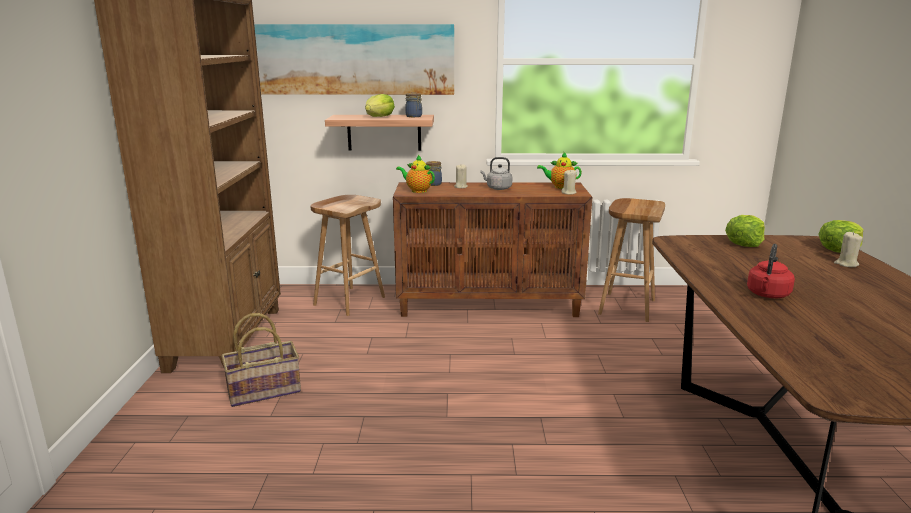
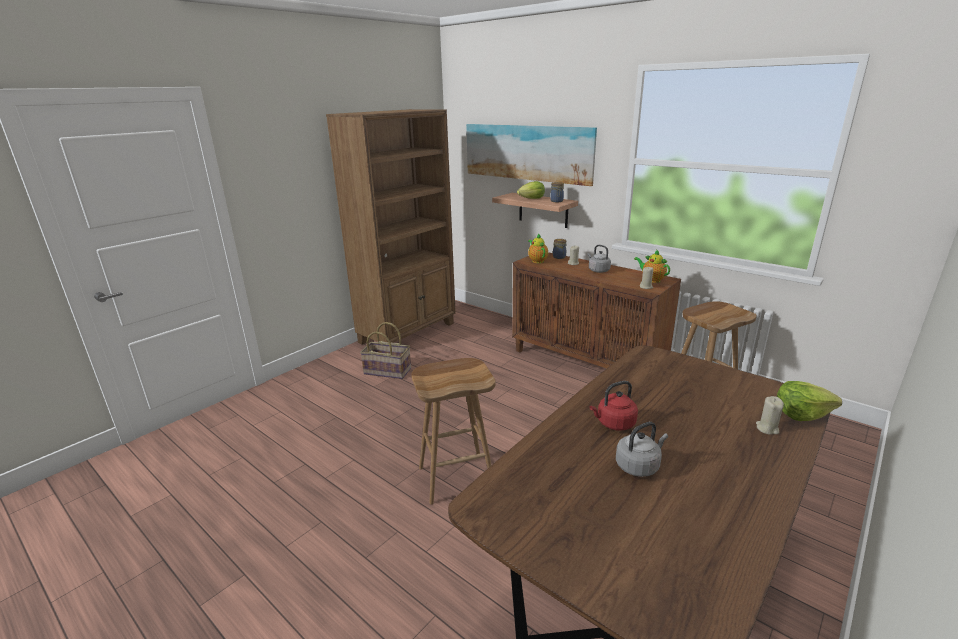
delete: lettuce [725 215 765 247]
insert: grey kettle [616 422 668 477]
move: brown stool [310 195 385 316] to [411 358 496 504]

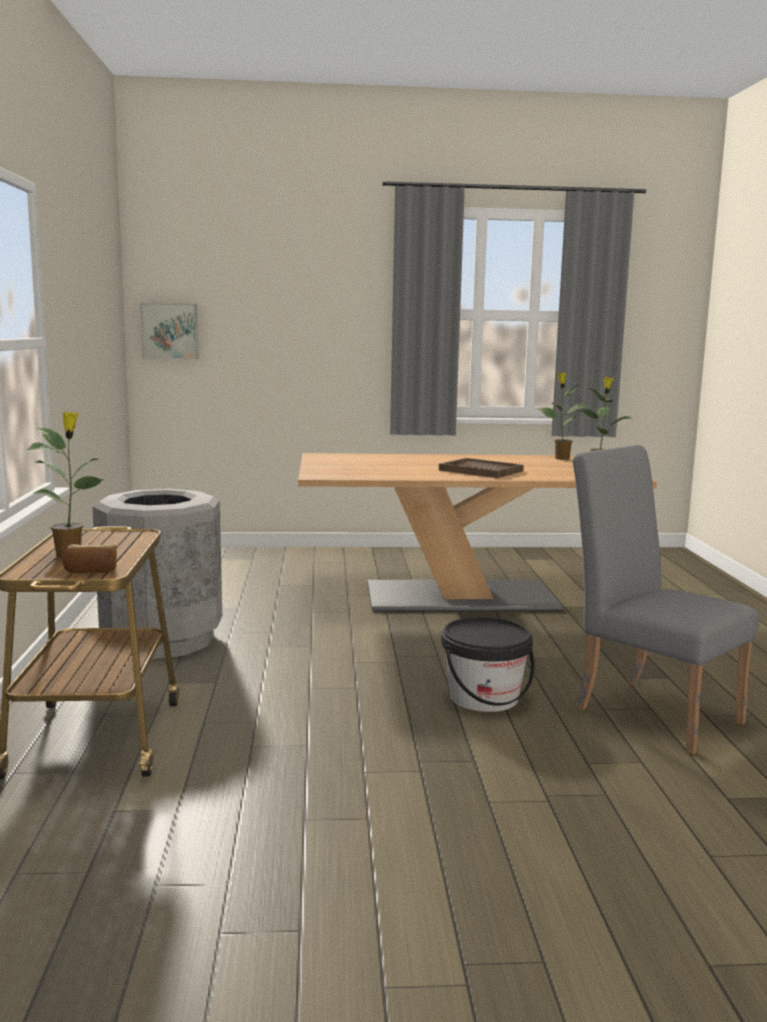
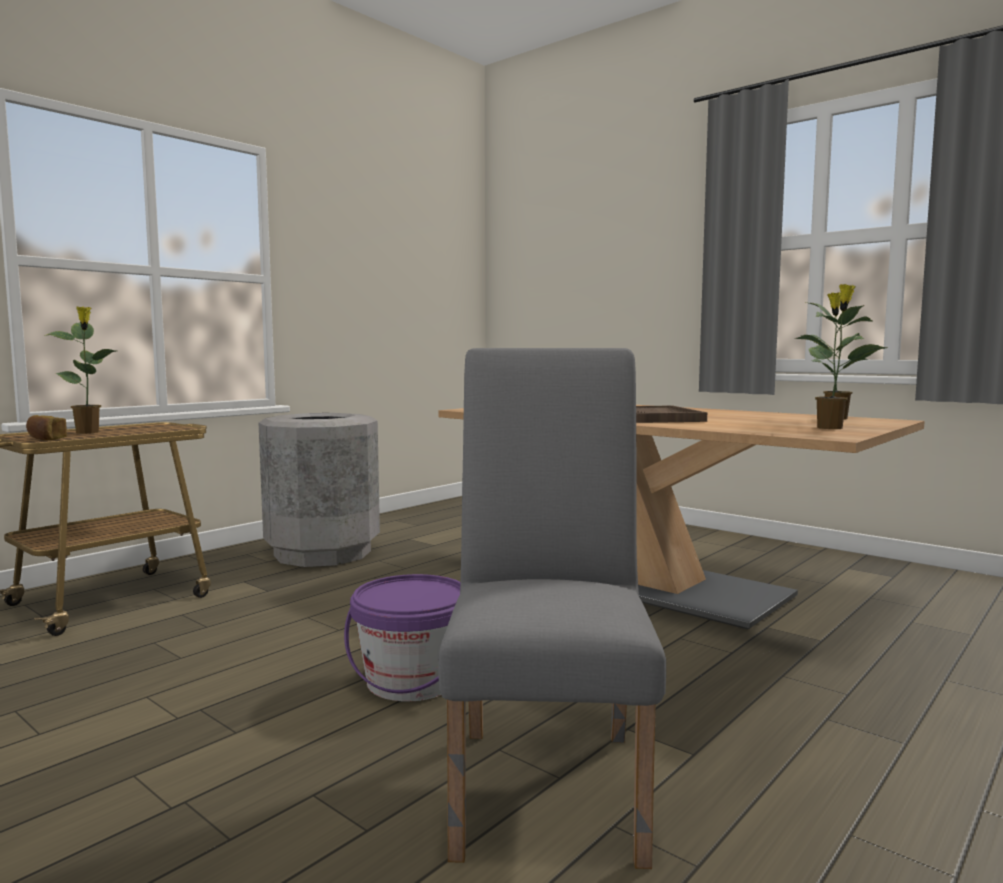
delete: picture [140 303 199 359]
recolor: black bucket [441 617 535 712] to purple bucket [344 574 460 702]

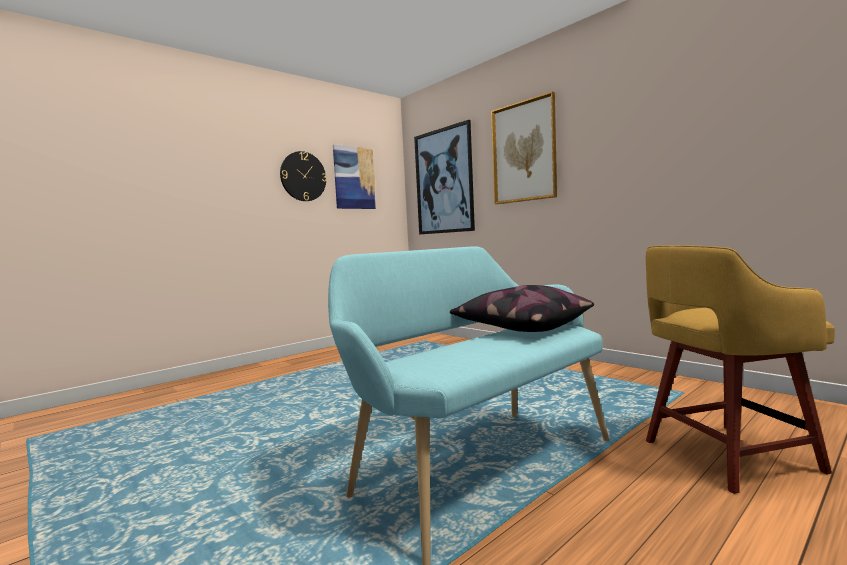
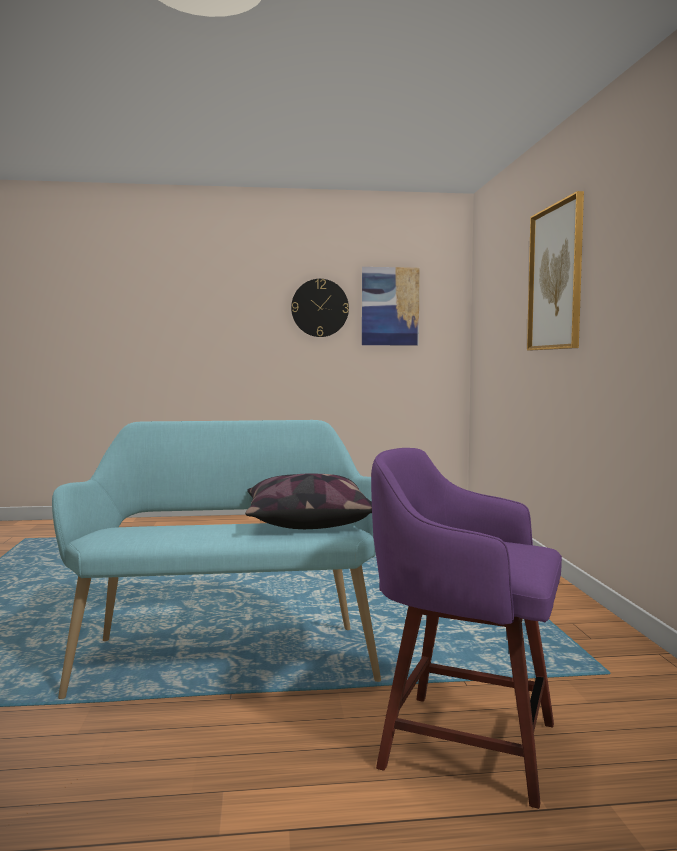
delete: picture [414 120 475 234]
recolor: yellow stool [646 245 835 494] to purple stool [371 448 562 809]

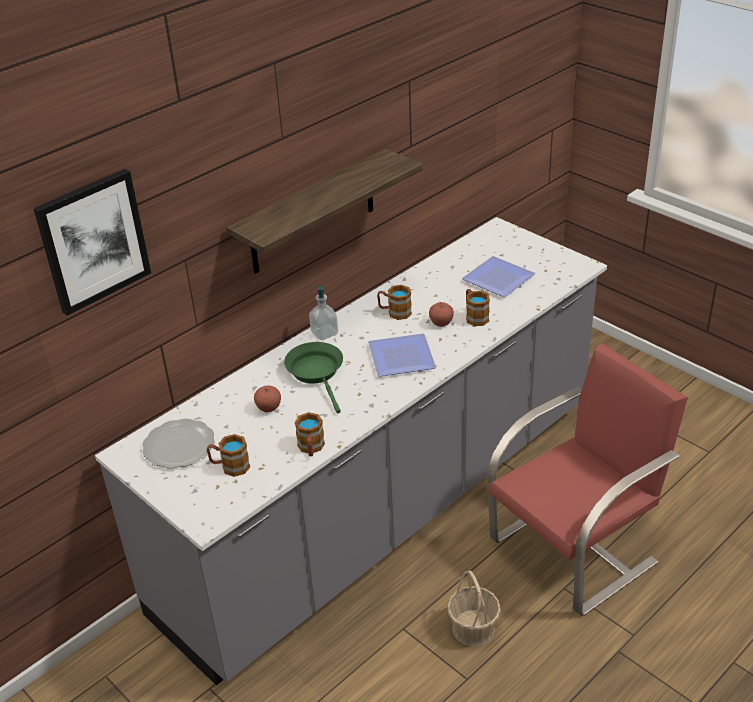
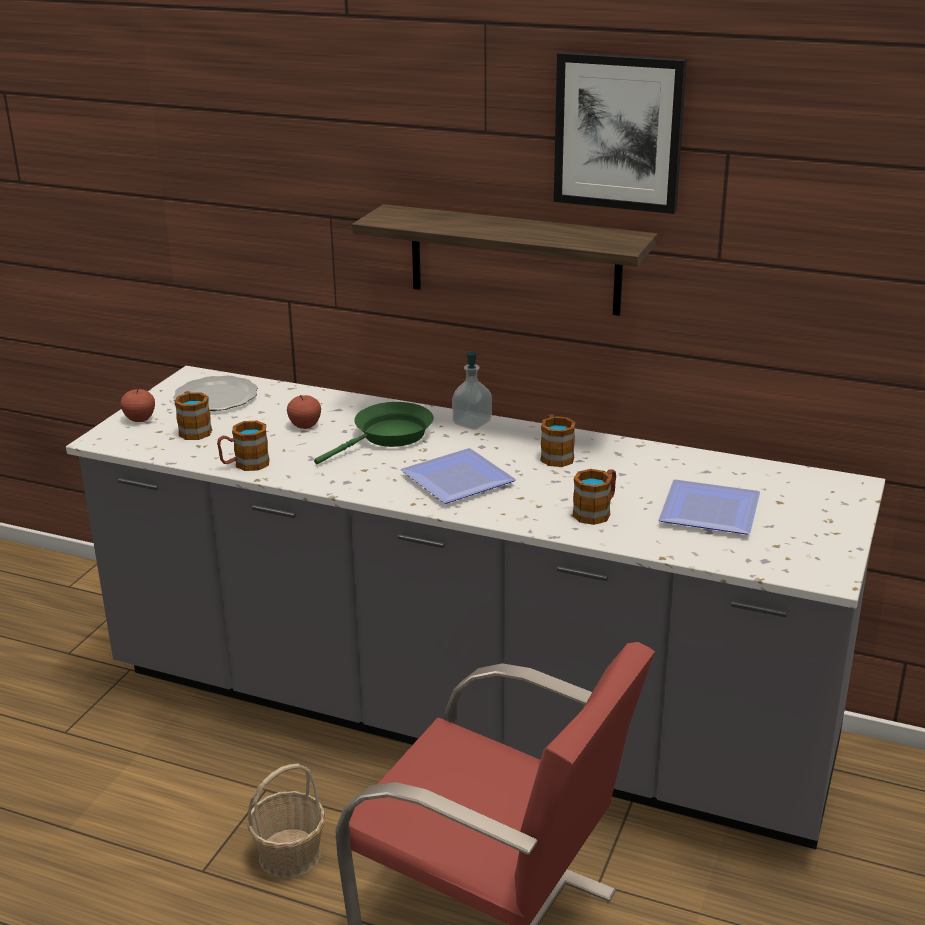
move: picture [33 169 151 316] to [554 52 687 214]; apple [429 302 454 327] to [121 387 155 422]

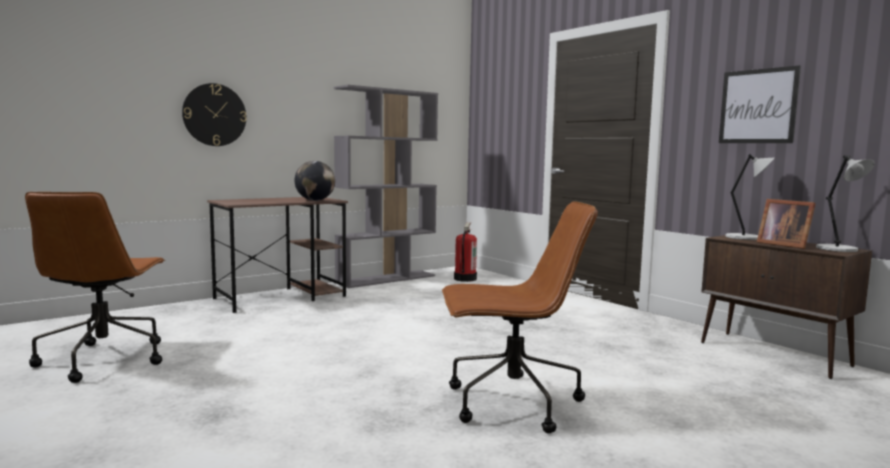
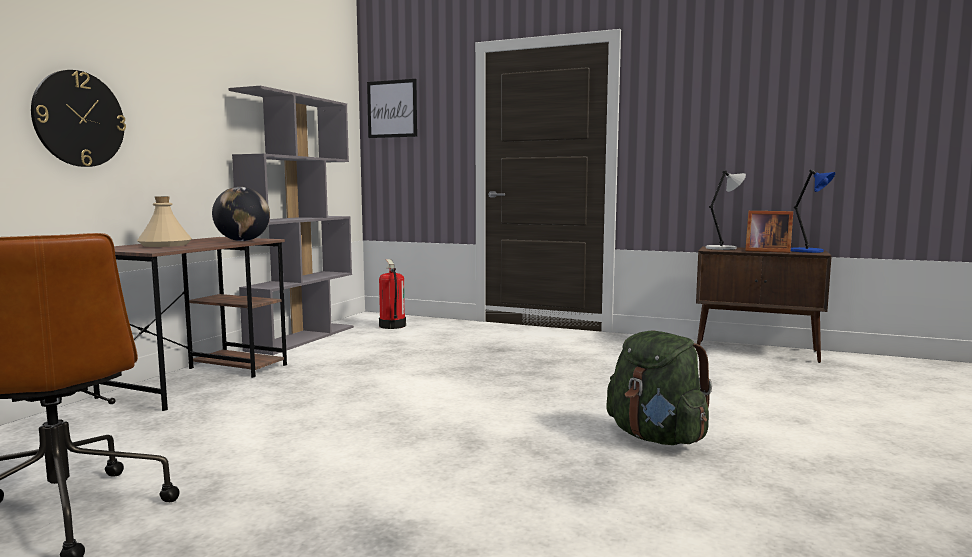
insert: beige bottle [137 196 192 247]
move: picture [719 65 801 143] to [367 79 417 138]
replace: brown office chair [442 201 598 434] to green backpack [606 331 712 445]
recolor: grey table lamp [816 156 875 252] to blue table lamp [791 170 835 253]

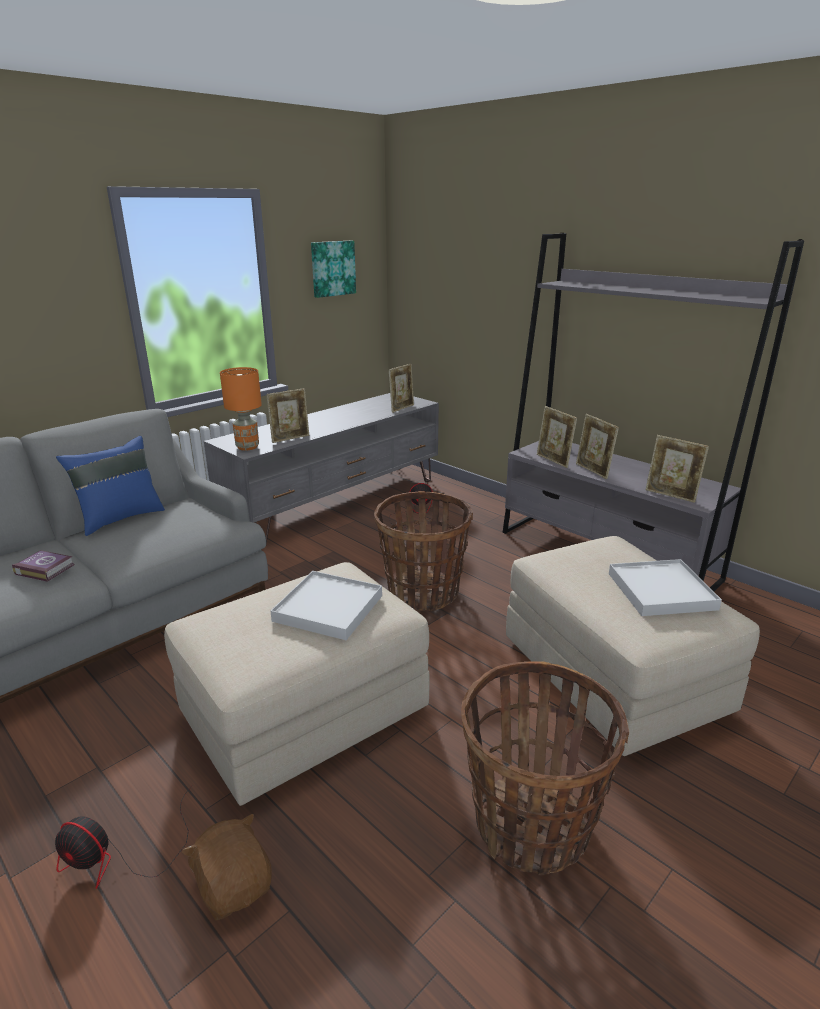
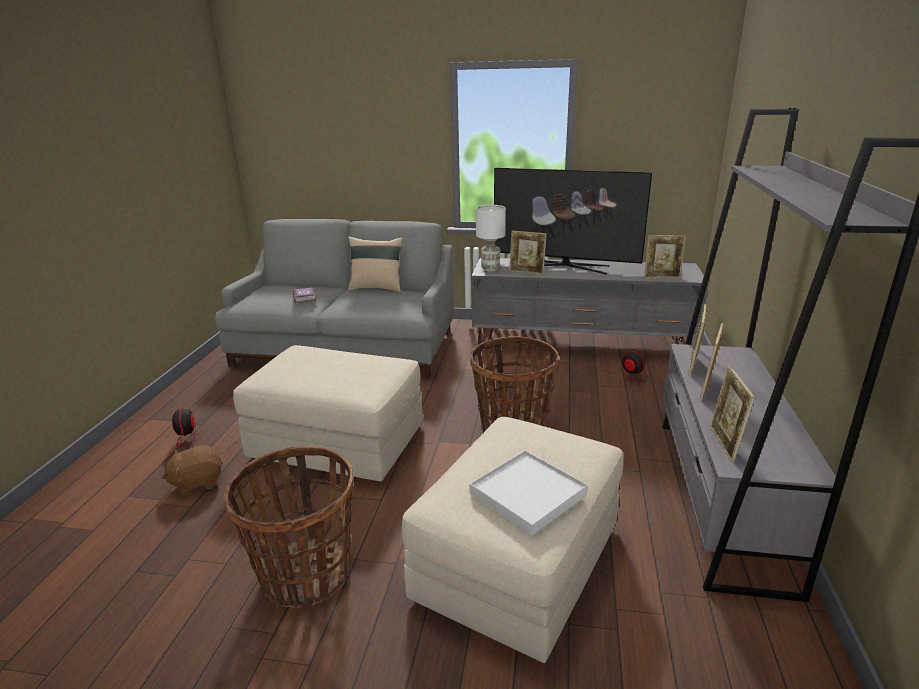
delete: picture [311 241 356 298]; white tray [270 571 382 640]
insert: television [494 168 652 274]
recolor: orange table lamp [220 367 262 451] to white table lamp [476 205 506 272]; blue pillow [56 436 165 536] to beige pillow [348 237 403 292]
rotate: brown plush toy [182 814 272 920] = [162 445 223 495] 135 degrees counterclockwise

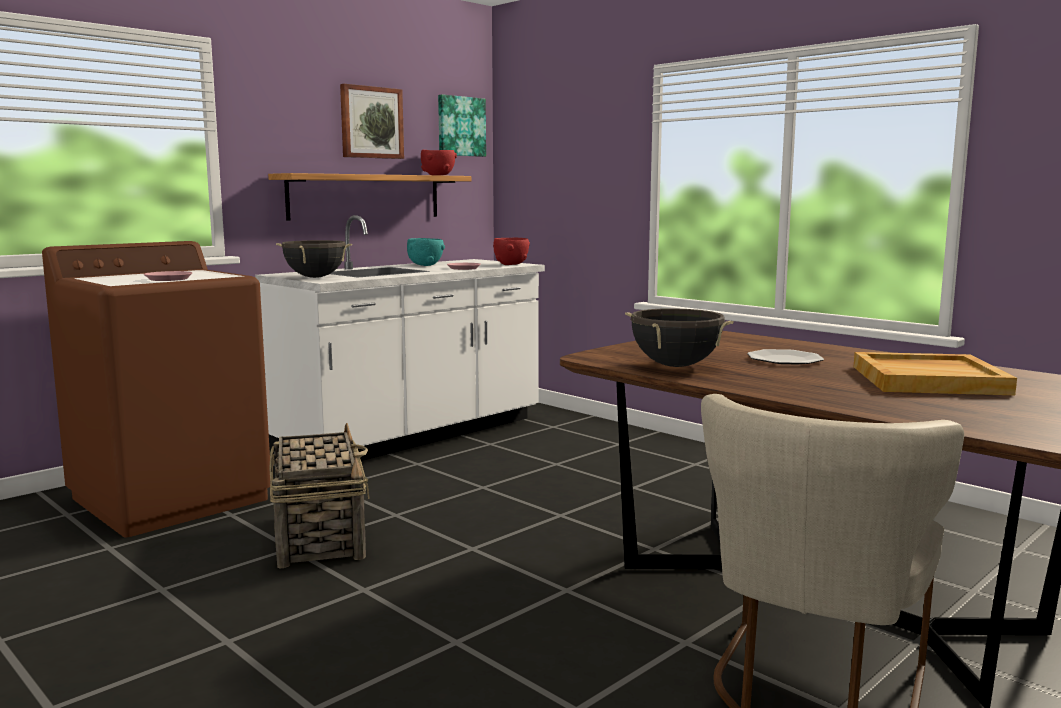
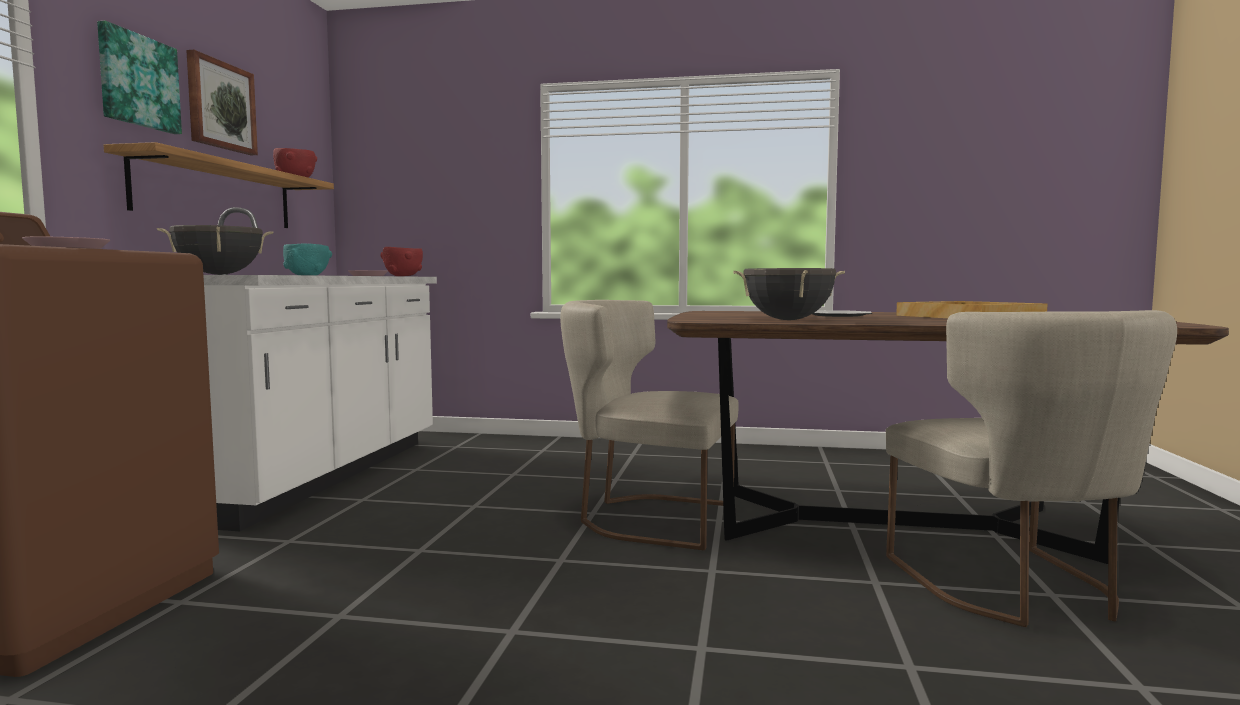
delete: basket [269 423 370 569]
insert: beige chair [560 300 739 551]
move: picture [438 94 486 157] to [97 21 182 134]

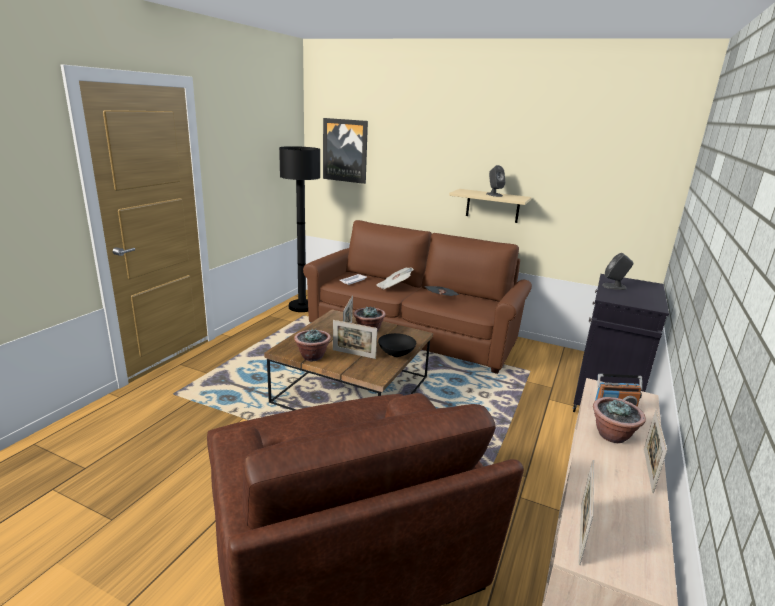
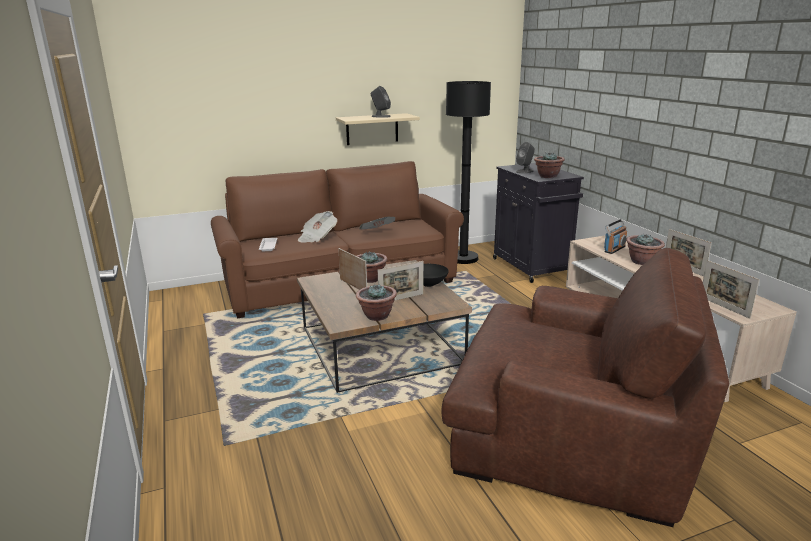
delete: picture [323 118 368 184]
insert: potted plant [534 153 565 178]
move: black floor lamp [279 146 320 312] to [446 81 491 264]

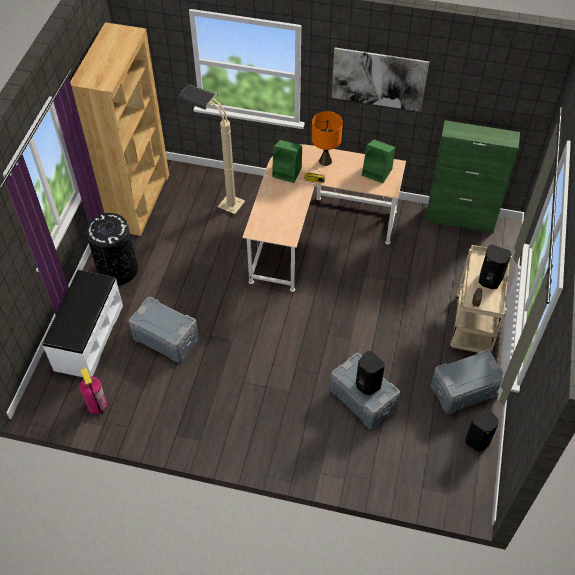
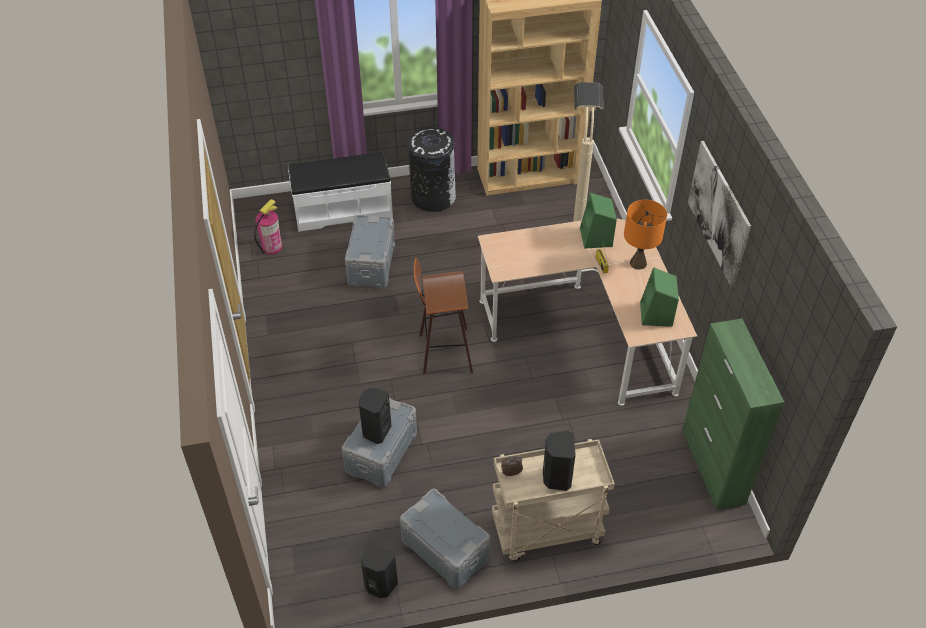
insert: stool [414 258 473 374]

